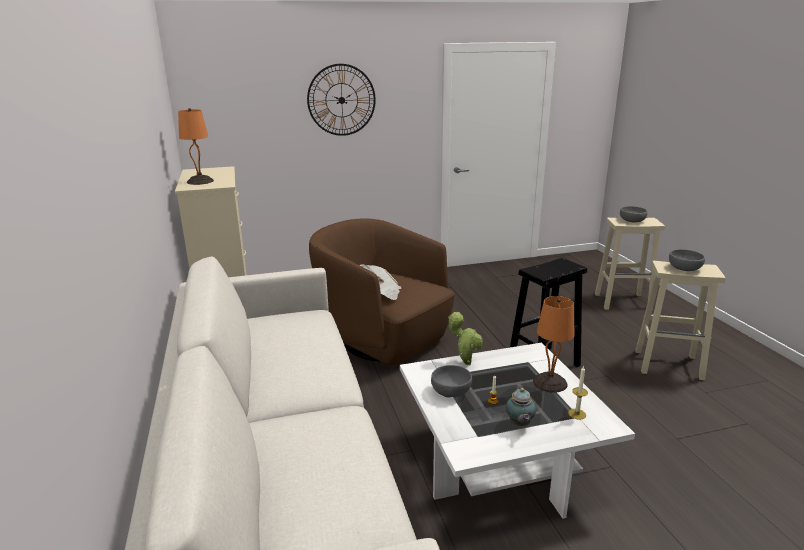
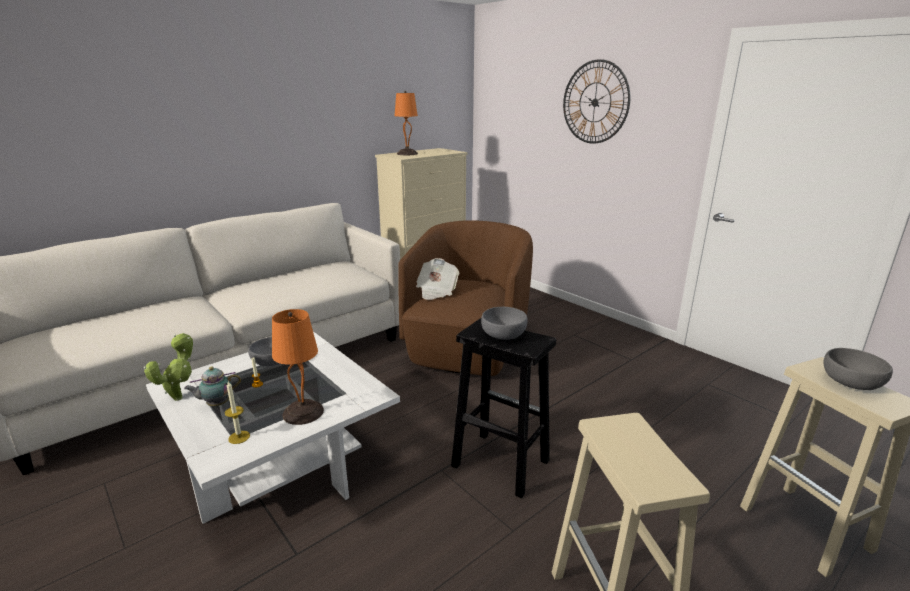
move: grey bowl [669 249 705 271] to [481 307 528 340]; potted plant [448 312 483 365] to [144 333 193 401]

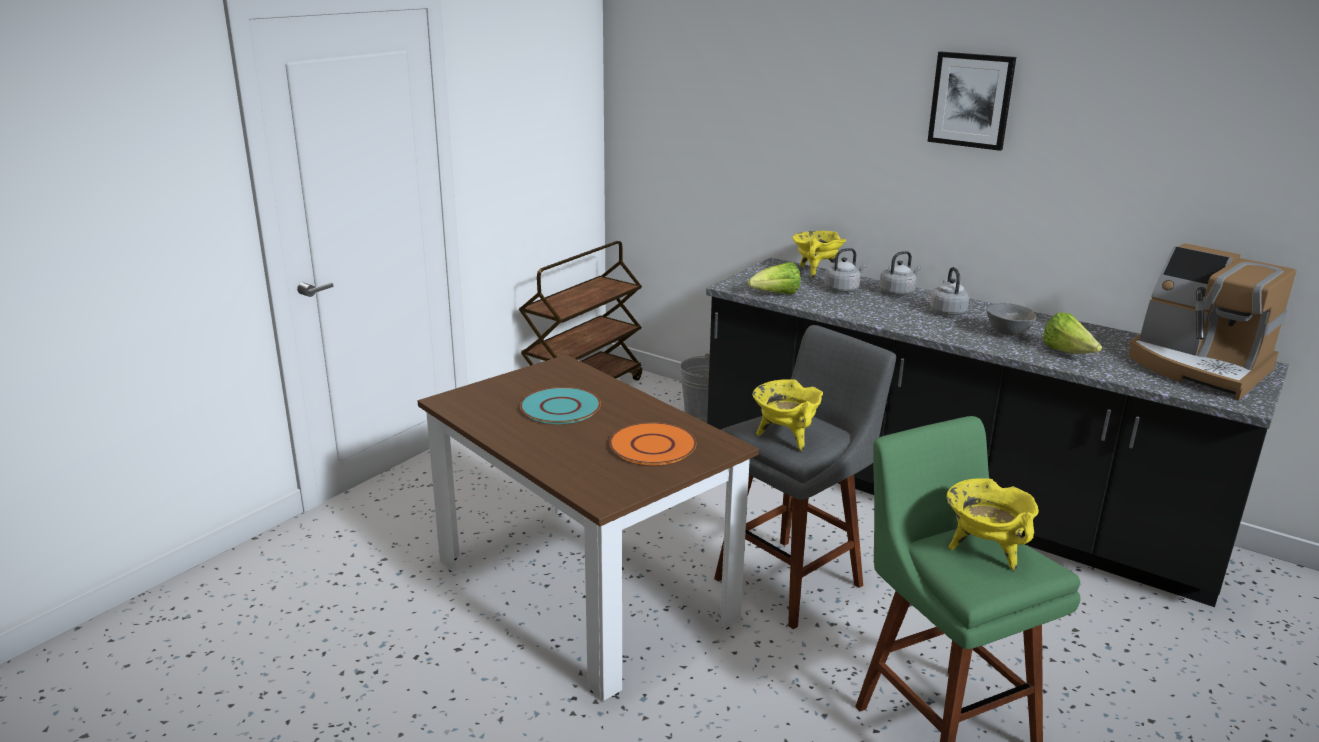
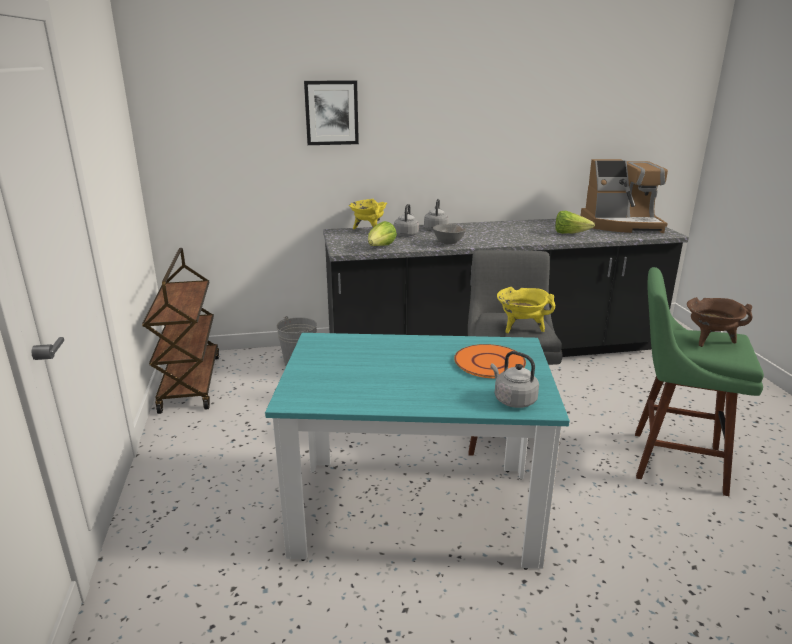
delete: turquoise plate [520 387 601 424]
move: picture [927 51 1016 151] to [304 80 359 145]; grey kettle [930 267 969 316] to [491 351 539 408]; grey bowl [986 303 1036 336] to [433 224 466 245]
recolor: brown dining table [418 354 759 701] to turquoise dining table [265 333 570 570]; yellow cooking pot [947 478 1039 570] to brown cooking pot [687 297 752 347]

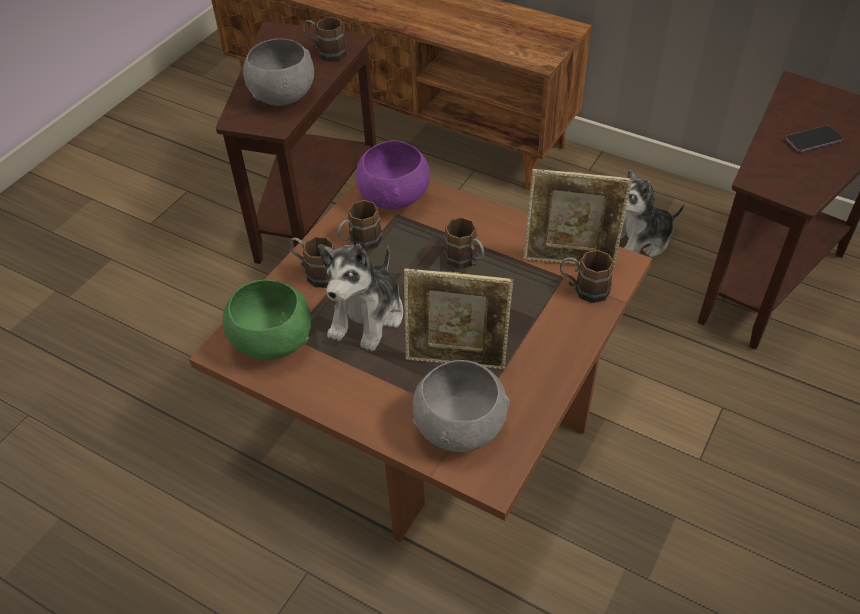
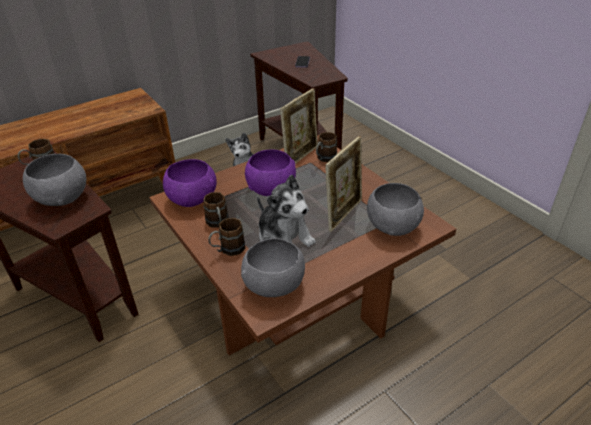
replace: brown mug [444 217 484 269] to purple bowl [245 149 296 196]
recolor: green bowl [222 280 311 360] to grey bowl [241 238 305 297]

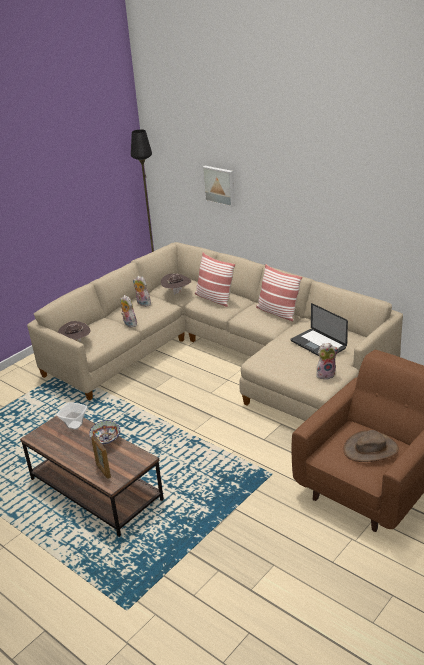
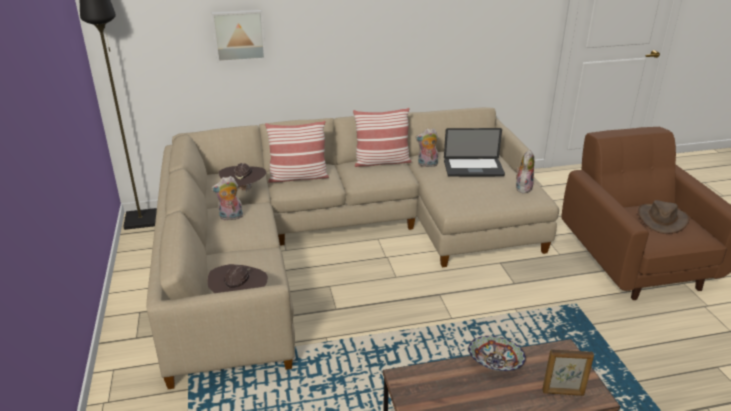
delete: bowl [57 402 88 430]
move: plush toy [120 295 137 328] to [416 128 438 167]

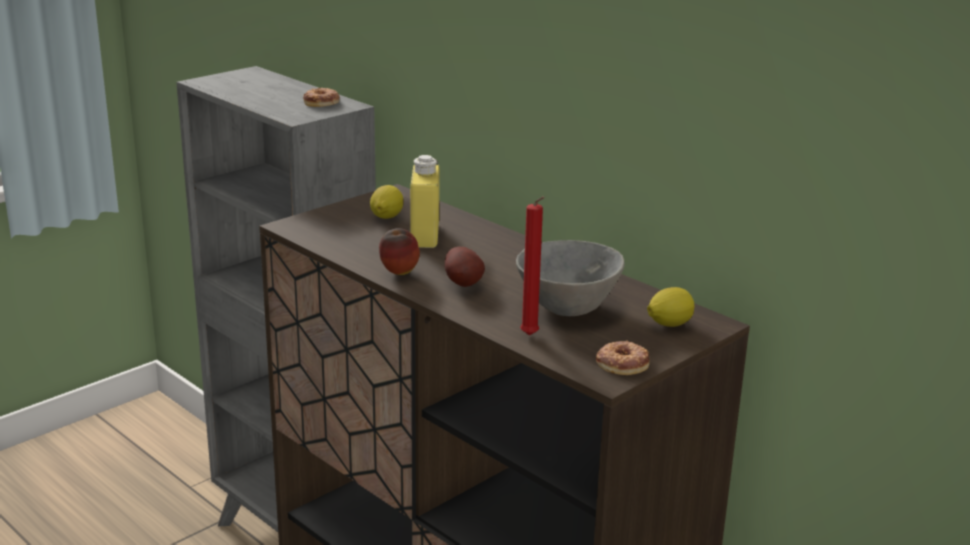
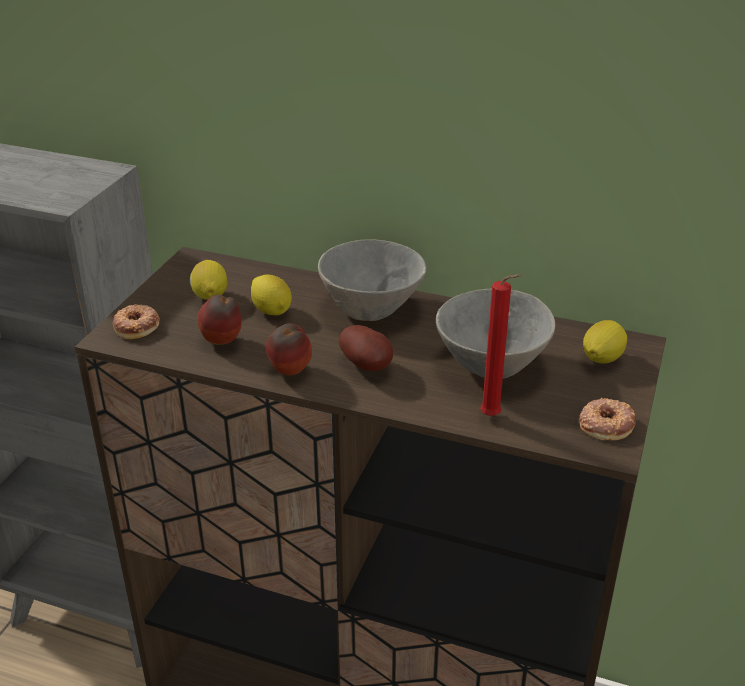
insert: grey bowl [318 239 427 321]; apple [197 295 242 345]
move: donut [303 88 339 107] to [113 304 160 339]
replace: yellow bottle [410 155 440 248] to lemon [251 275 292 315]

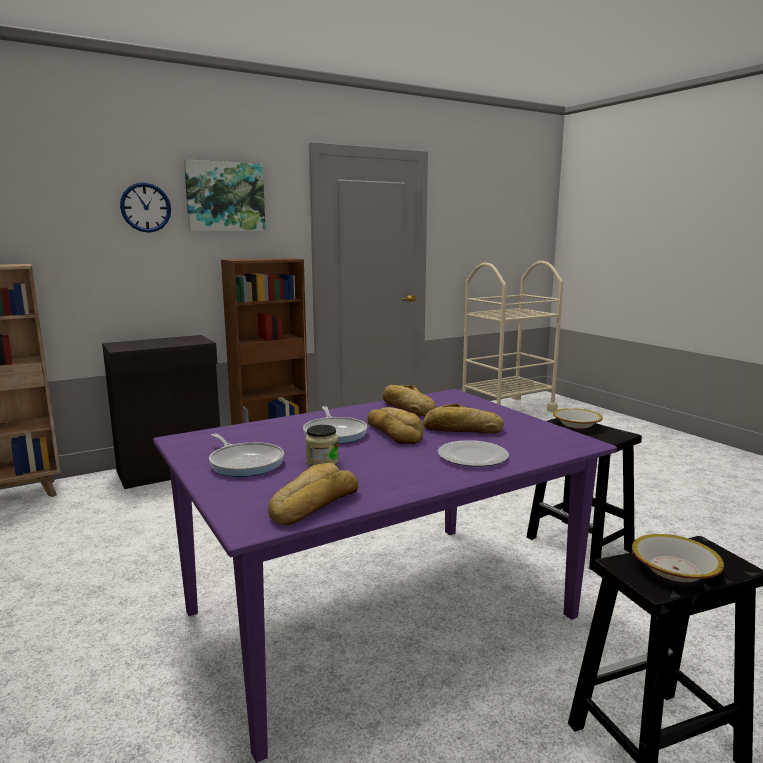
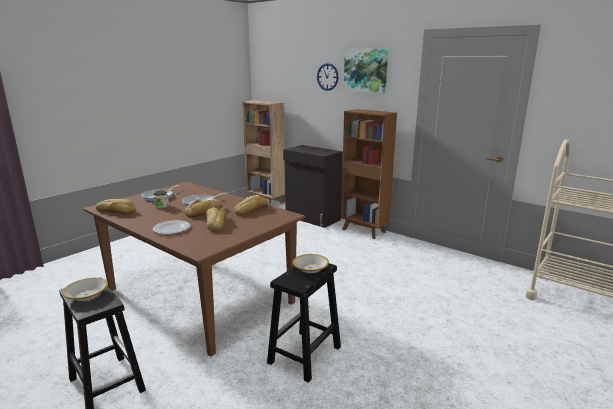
recolor: purple dining table [153 389 617 763] to brown dining table [84 182 305 357]

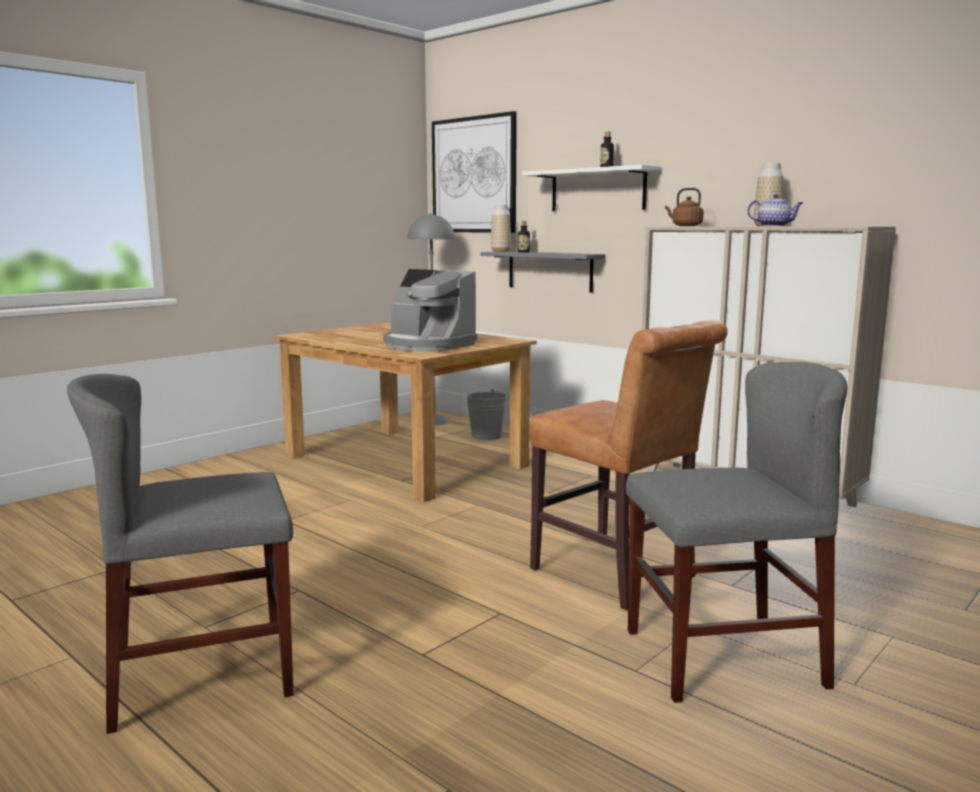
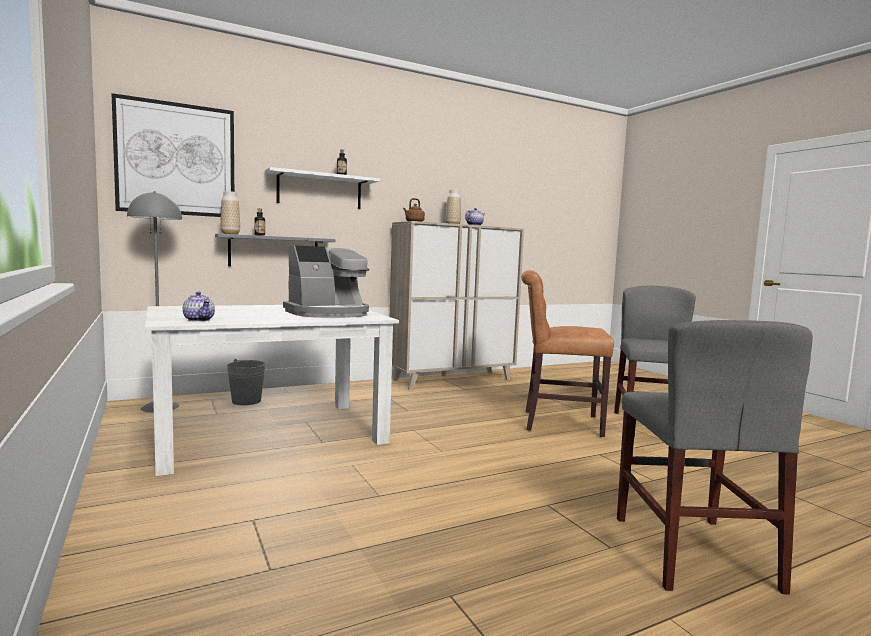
insert: teapot [183 292 215 322]
recolor: brown dining table [273 323 537 502] to white dining table [145 305 399 476]
rotate: brown chair [529 320 727 610] = [522 270 614 437] 150 degrees counterclockwise

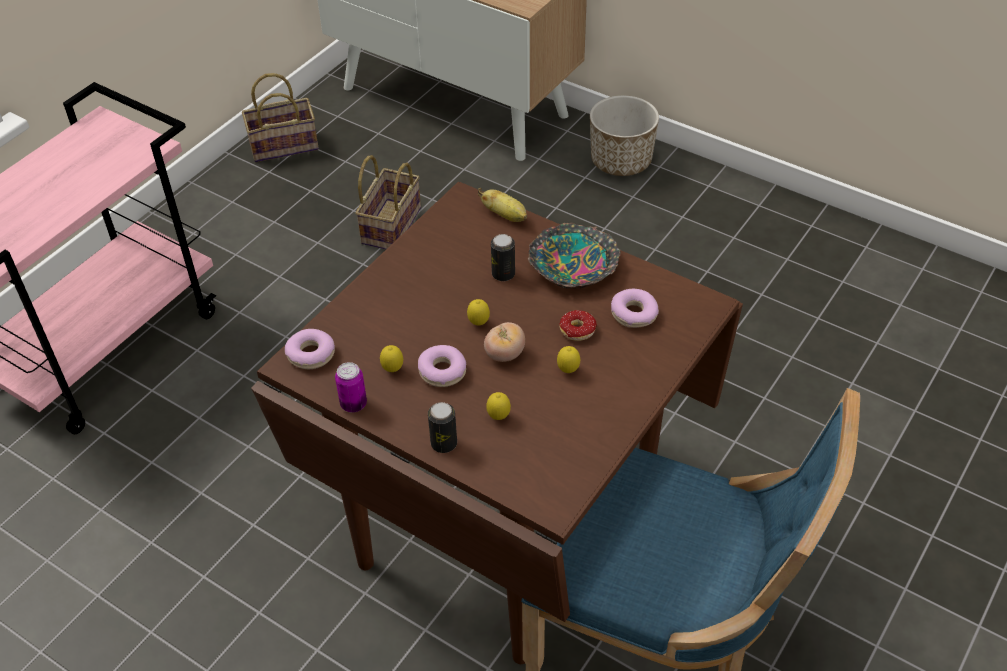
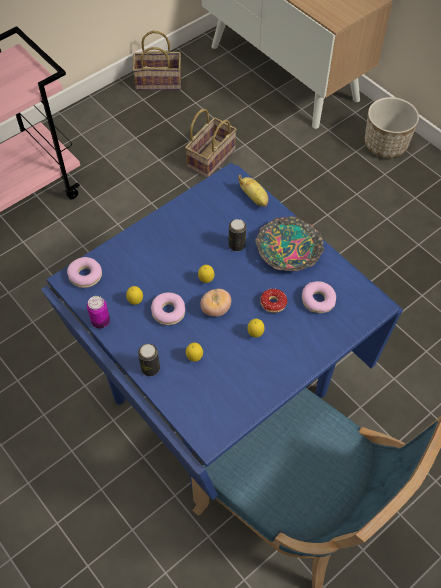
recolor: brown dining table [251 182 743 664] to blue dining table [41 163 403 500]

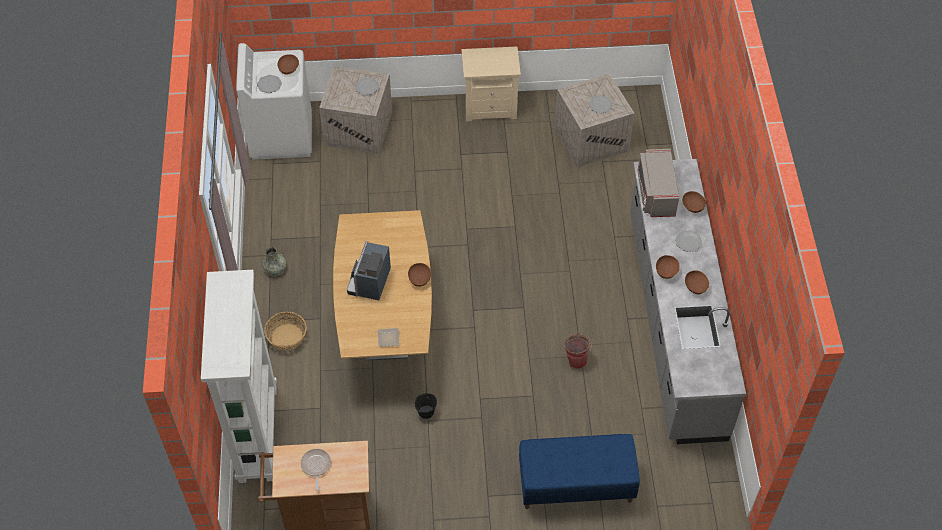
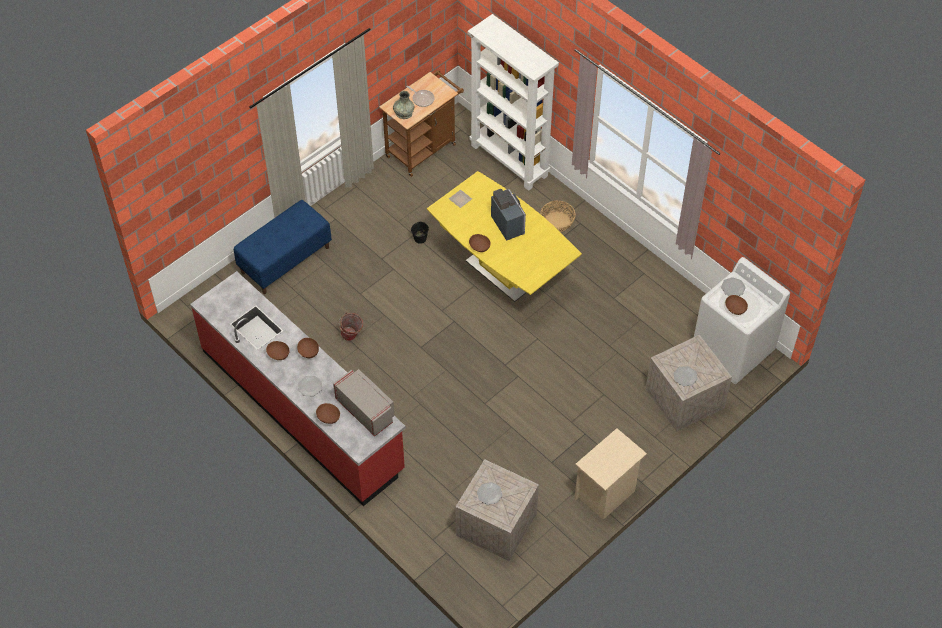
move: grey vase [262 247 287 277] to [393 91 414 119]
recolor: grey counter [630 159 746 444] to red counter [190 271 406 506]; brown dining table [333 210 432 361] to yellow dining table [427 171 582 302]

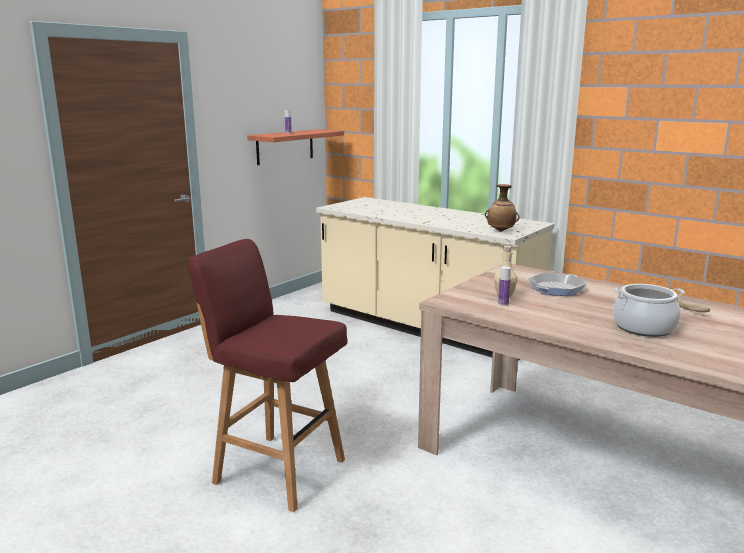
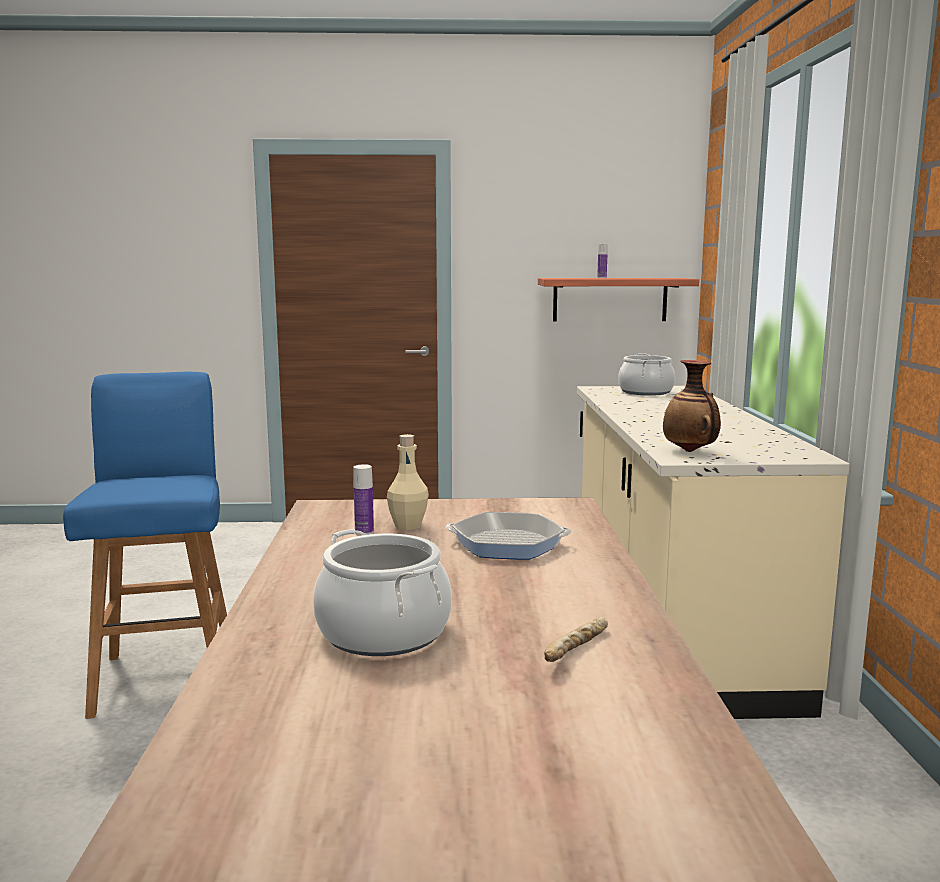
insert: cooking pot [618 353 675 396]
recolor: red stool [187 239 347 512] to blue stool [63 372 227 719]

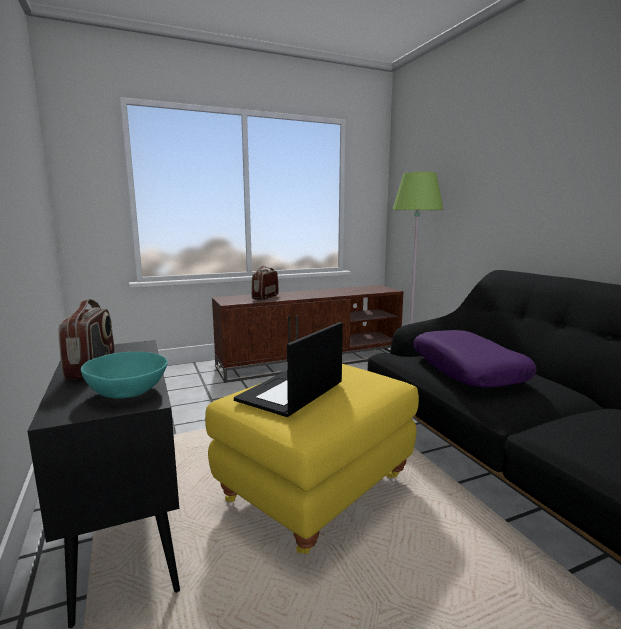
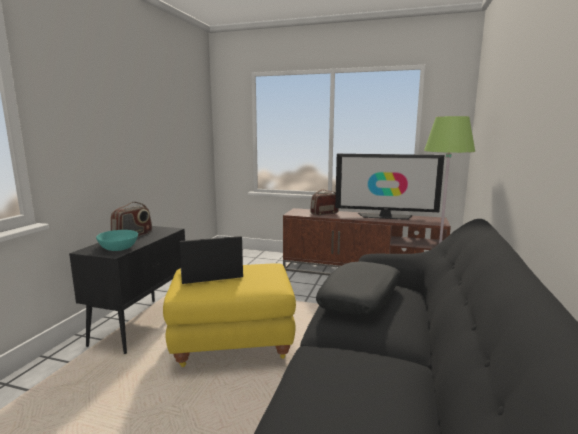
insert: television [335 154 445 220]
recolor: purple pillow [413 330 536 388] to black pillow [316 261 400 316]

